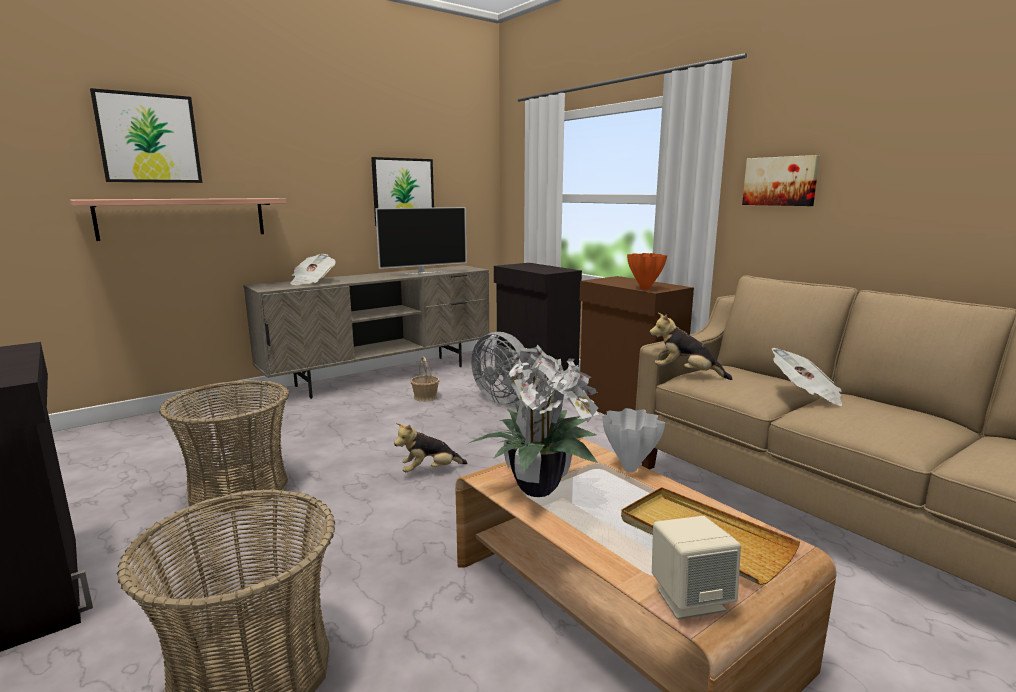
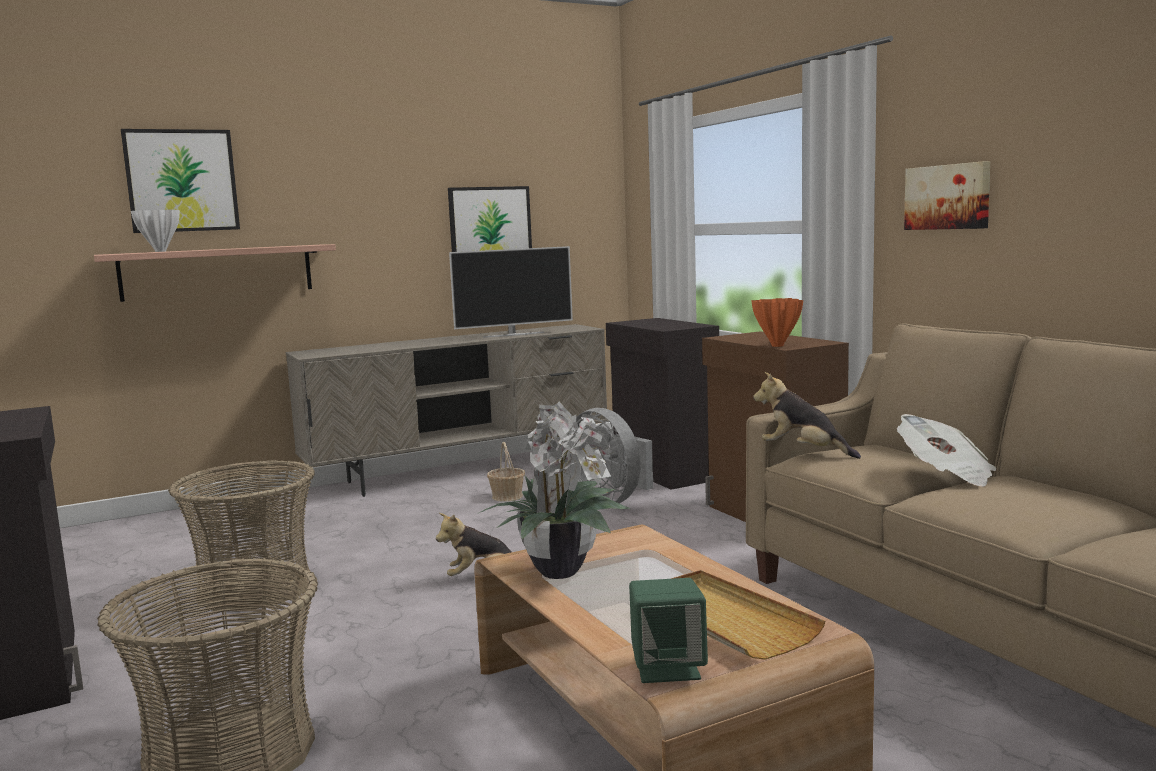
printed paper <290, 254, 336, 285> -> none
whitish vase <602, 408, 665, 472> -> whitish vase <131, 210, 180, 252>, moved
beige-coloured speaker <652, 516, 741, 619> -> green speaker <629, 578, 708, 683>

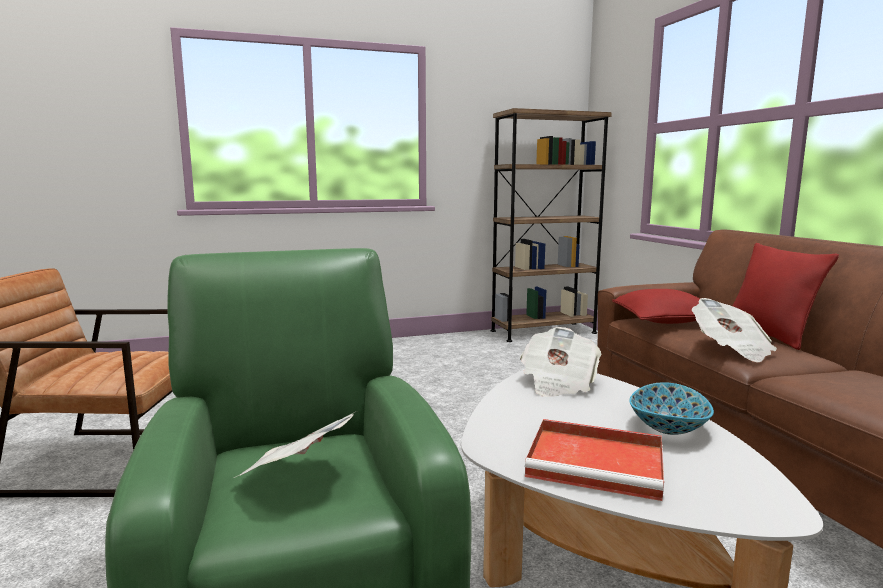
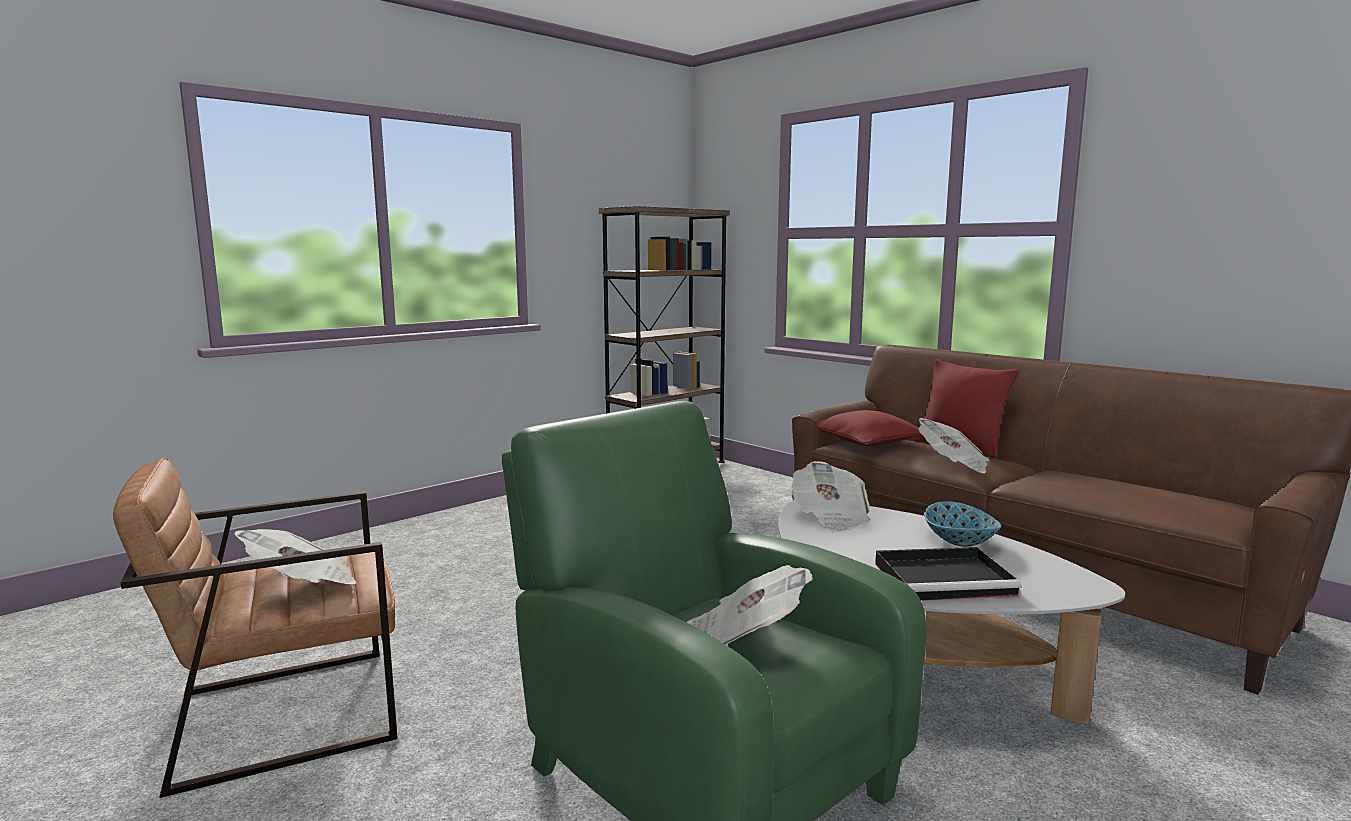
none -> printed paper <234, 529, 356, 584>
red serving tray <524, 419, 664, 501> -> black-coloured serving tray <875, 547, 1021, 601>

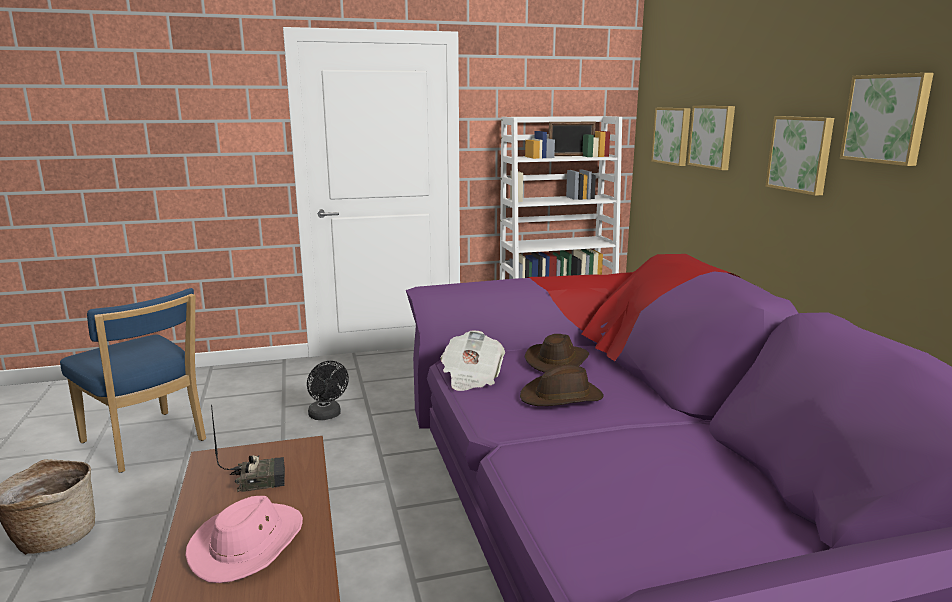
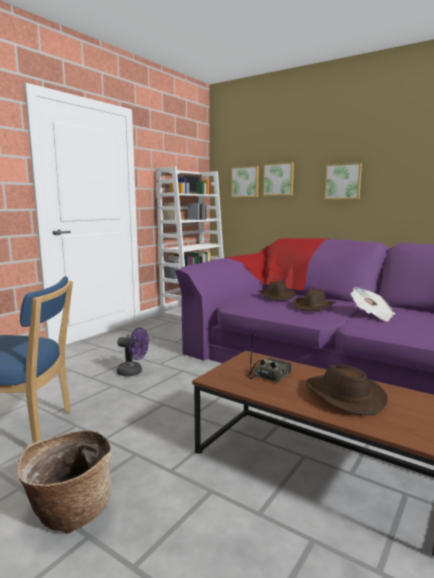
wall picture <840, 73, 934, 166> -> none
printed paper <441, 330, 505, 391> -> printed paper <351, 287, 395, 321>, moved
pink-coloured clothing hat <185, 496, 303, 583> -> brownish clothing hat <306, 364, 388, 416>
black-coloured cooling fan <307, 361, 349, 420> -> purplish cooling fan <117, 328, 149, 376>

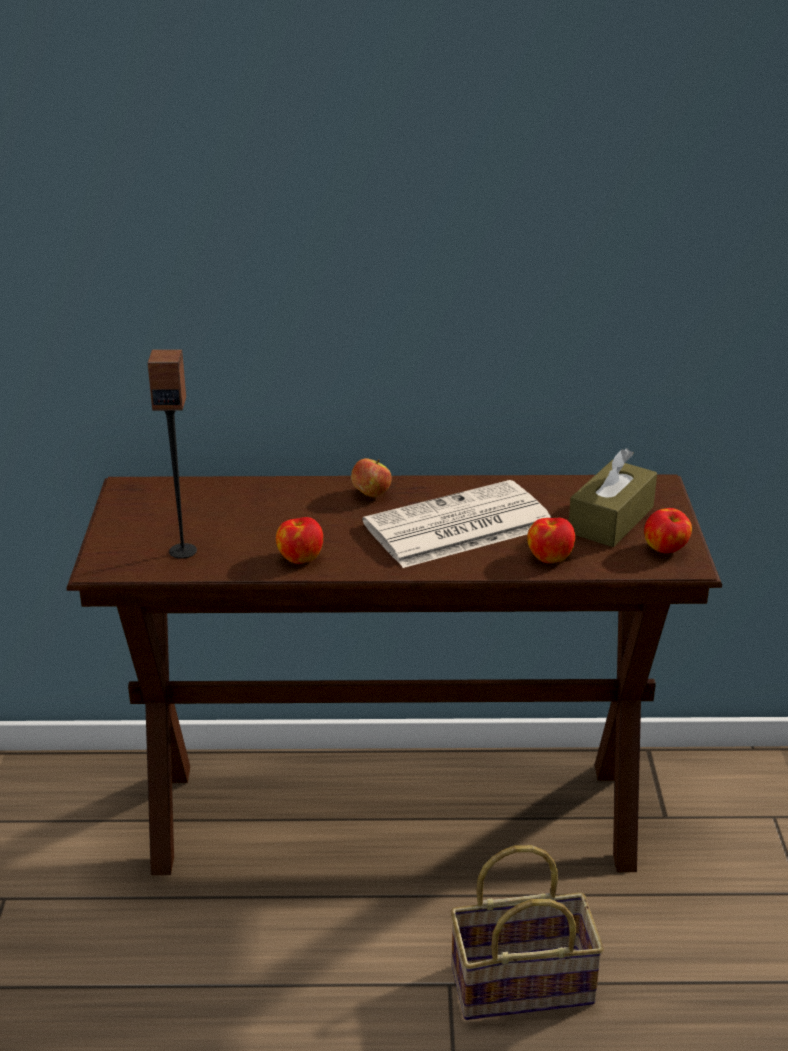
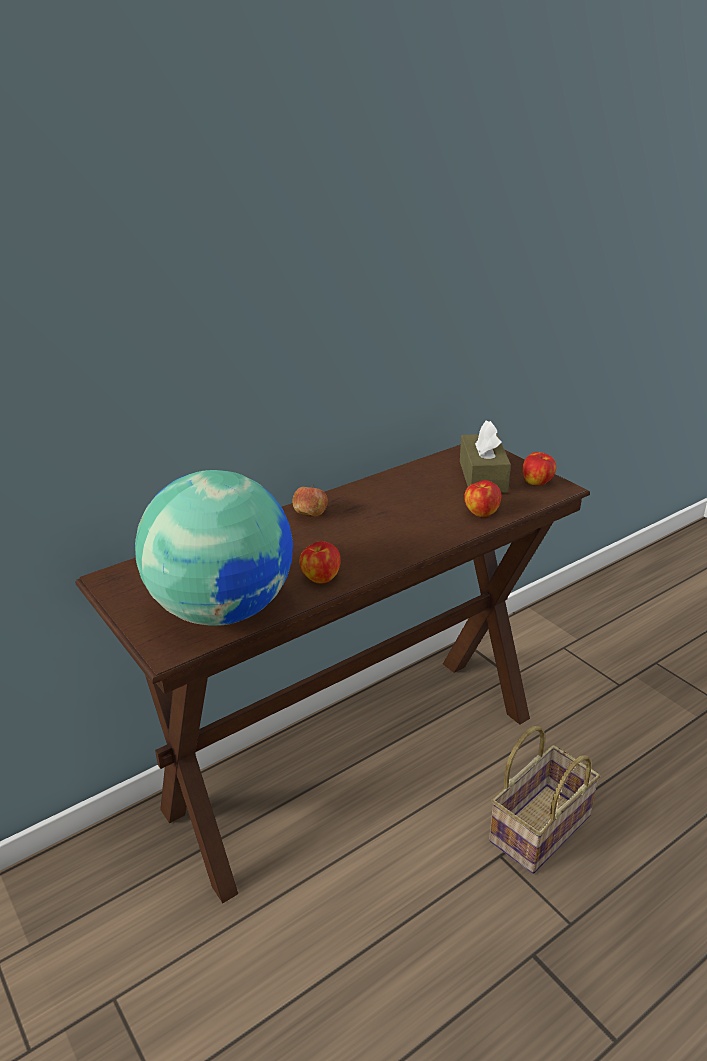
printed paper <363, 480, 551, 568> -> none
speaker <148, 349, 197, 559> -> globe <135, 470, 293, 626>

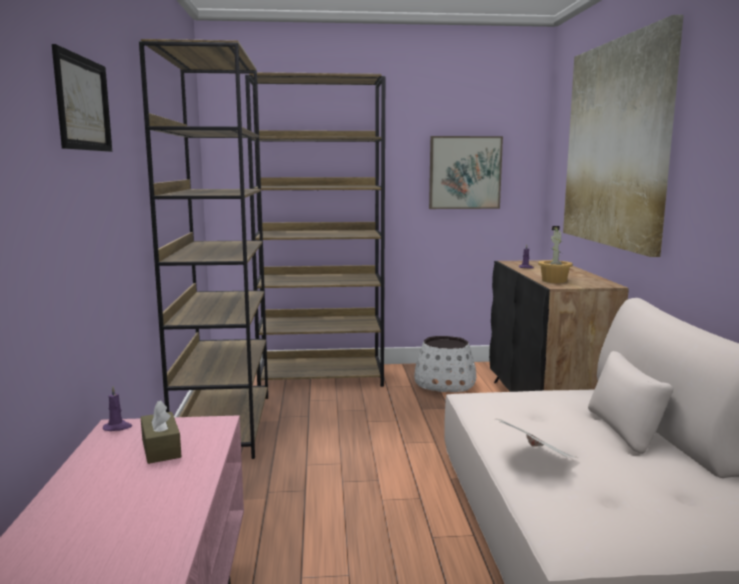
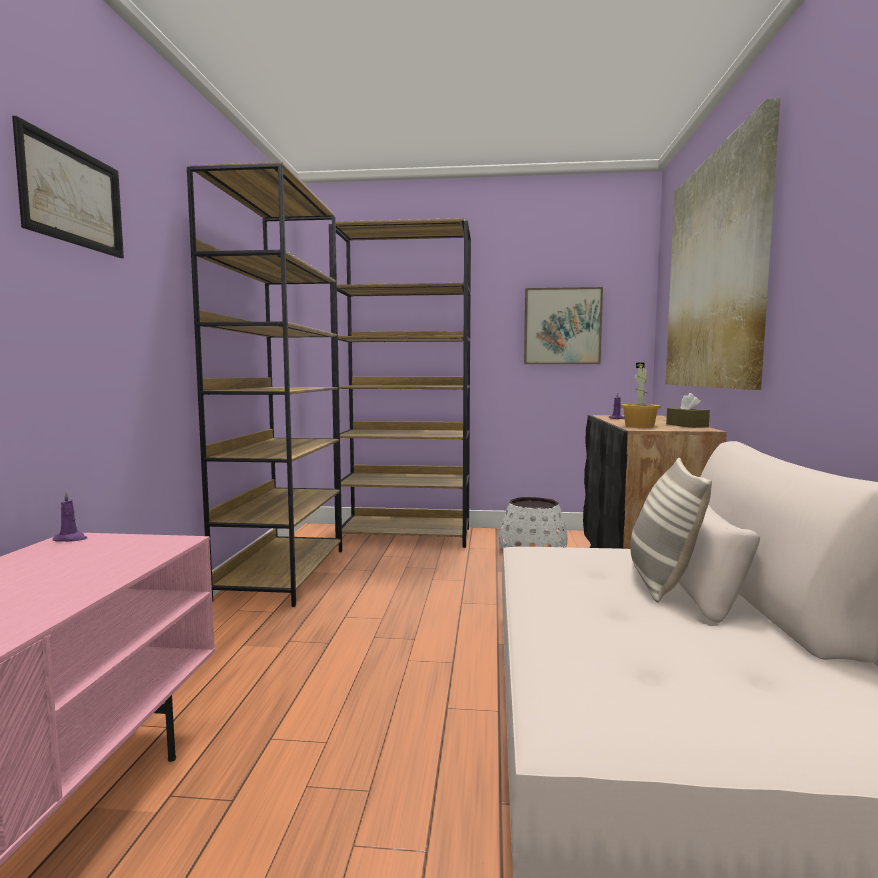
printed paper <495, 419, 579, 459> -> none
none -> pillow <630, 458, 712, 603>
brownish tissue holder <141, 400, 182, 464> -> brownish tissue holder <666, 393, 710, 428>, moved

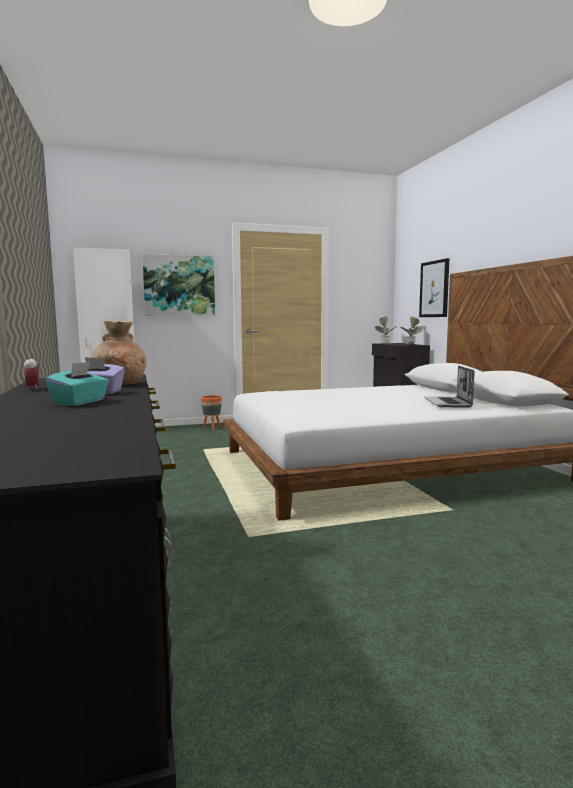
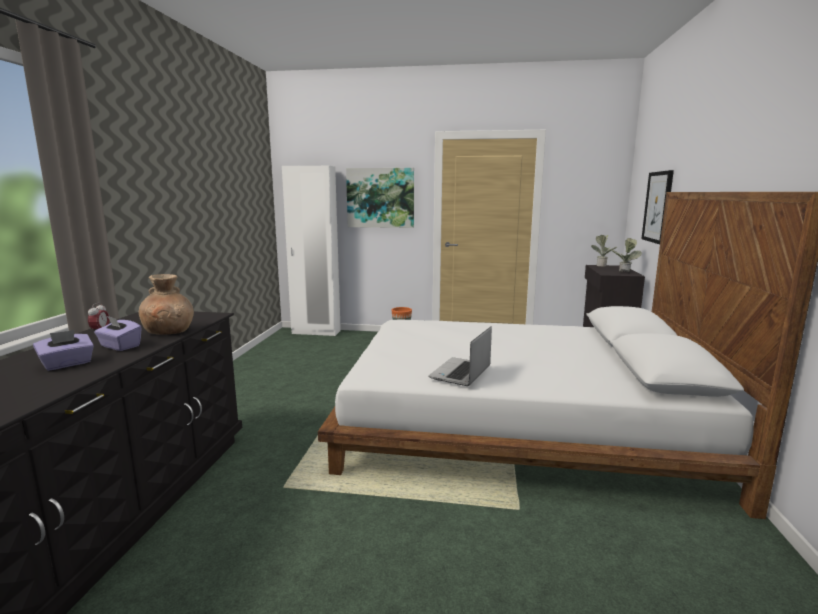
portable computer <424, 366, 475, 408> -> portable computer <429, 326, 492, 386>, moved
turquoise-coloured tissue holder <46, 362, 109, 406> -> purplish tissue holder <33, 330, 94, 371>

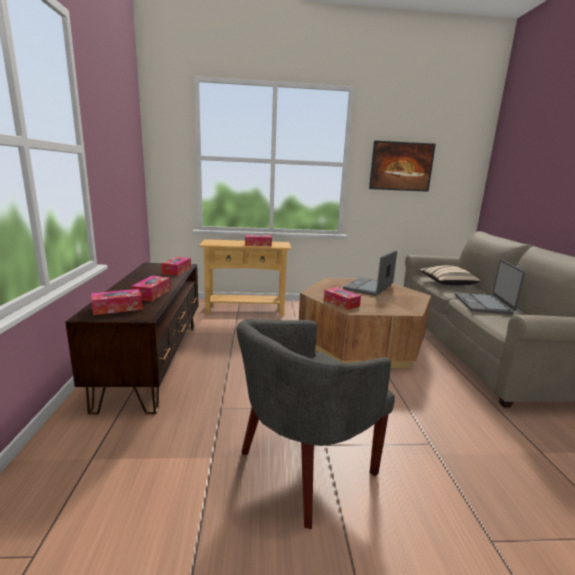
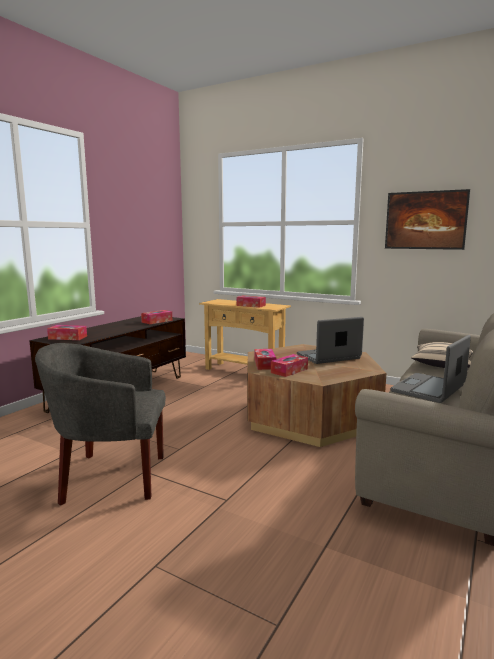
tissue holder <131, 276, 171, 301> -> tissue holder <271, 354, 308, 377>, moved

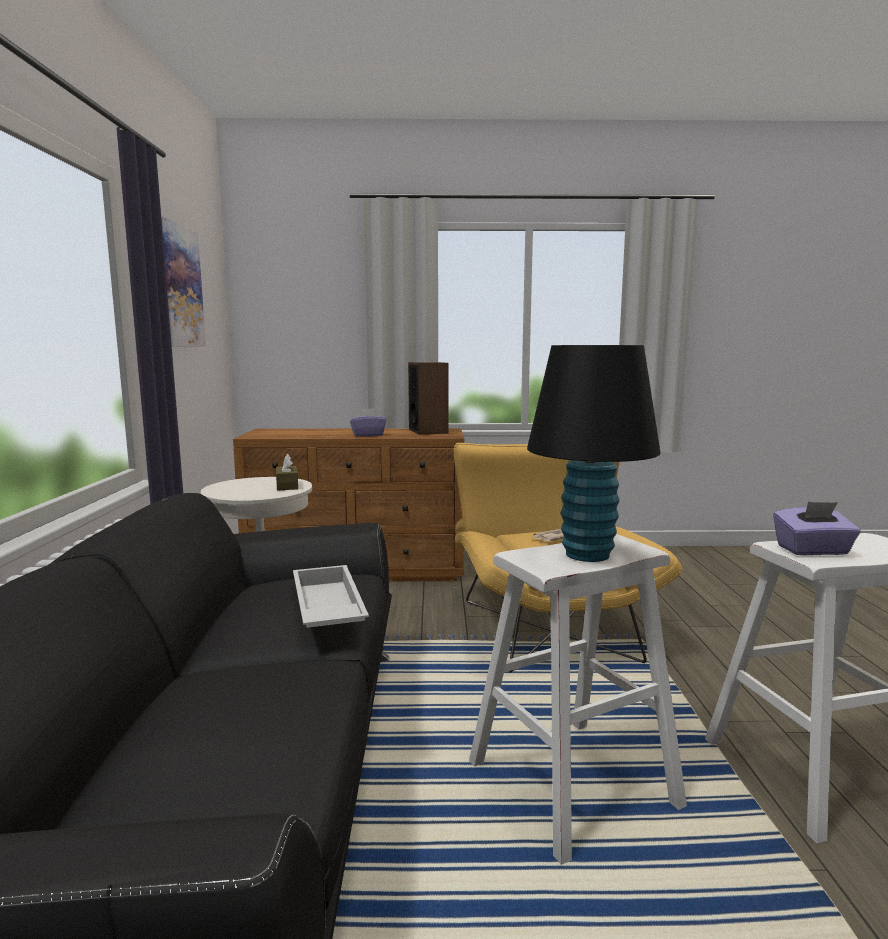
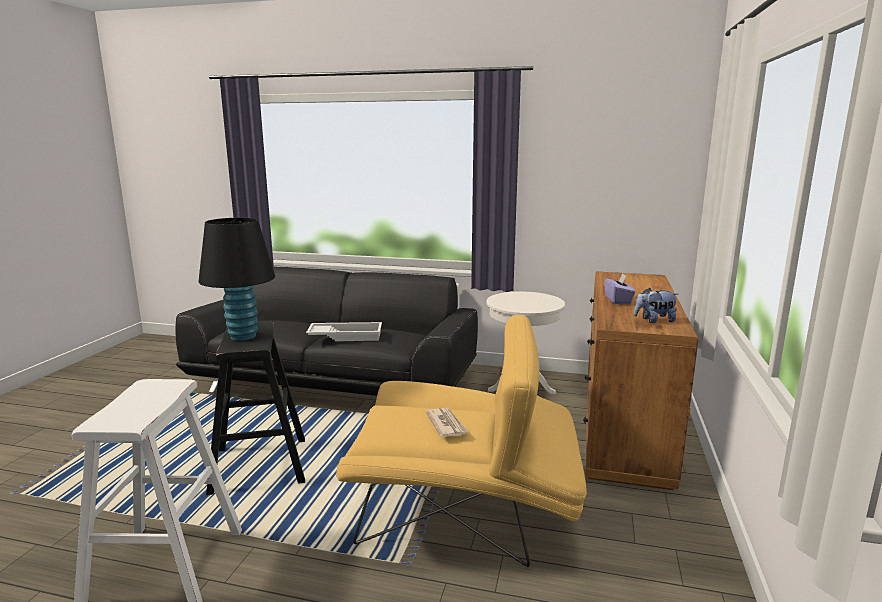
wall picture <161, 216, 206, 347> -> none
brownish tissue holder <276, 454, 298, 491> -> none
purplish tissue holder <773, 502, 861, 555> -> none
speaker <408, 362, 449, 435> -> cuddly toy <634, 288, 678, 323>
whitish stool <469, 534, 687, 865> -> black-coloured stool <206, 322, 305, 495>

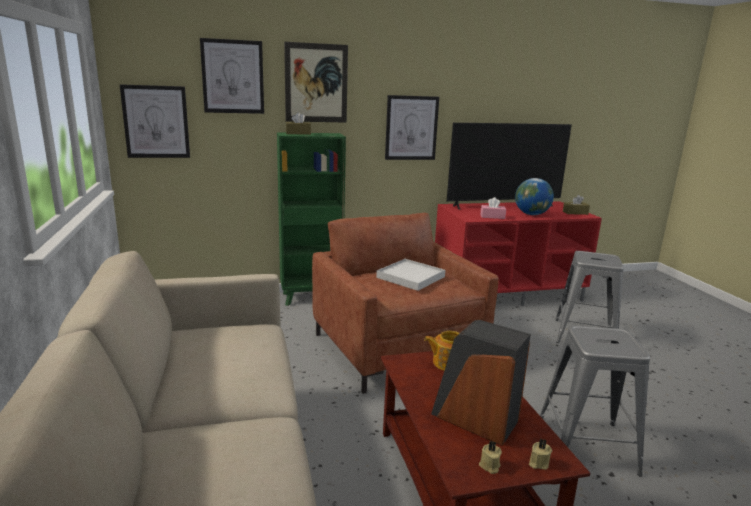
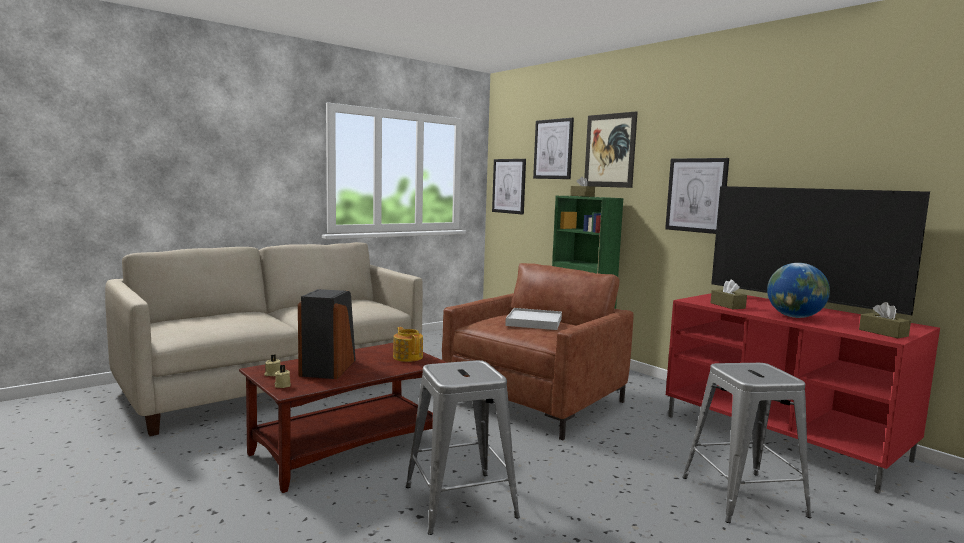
pink-coloured tissue holder <481, 197, 506, 219> -> brownish tissue holder <711, 280, 747, 309>

